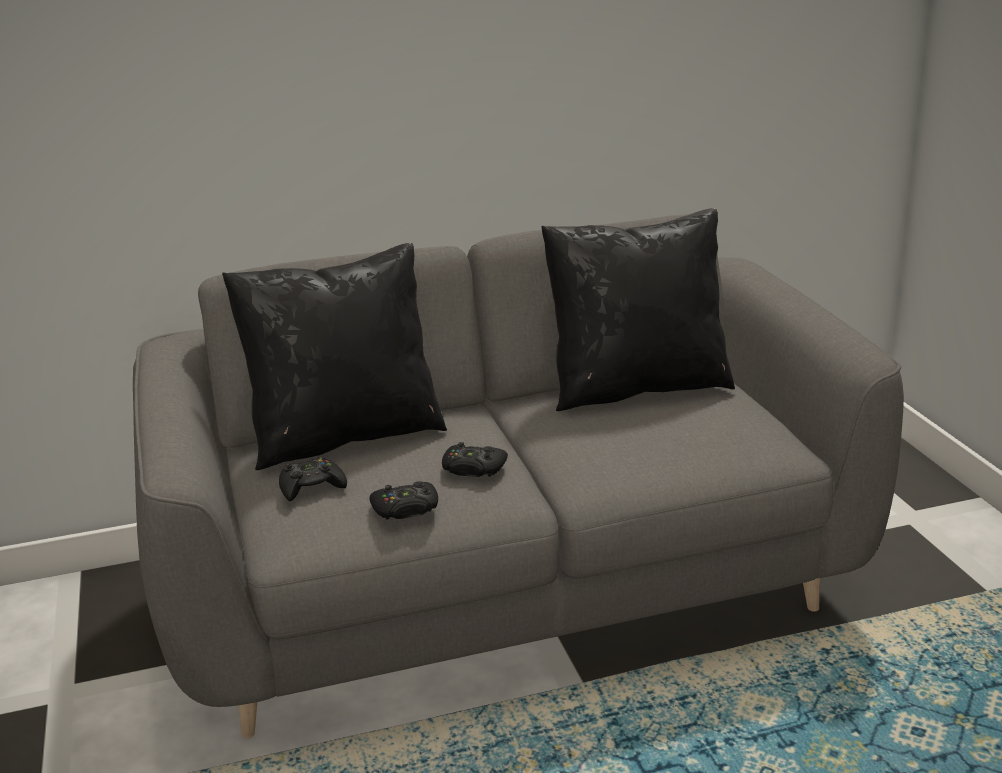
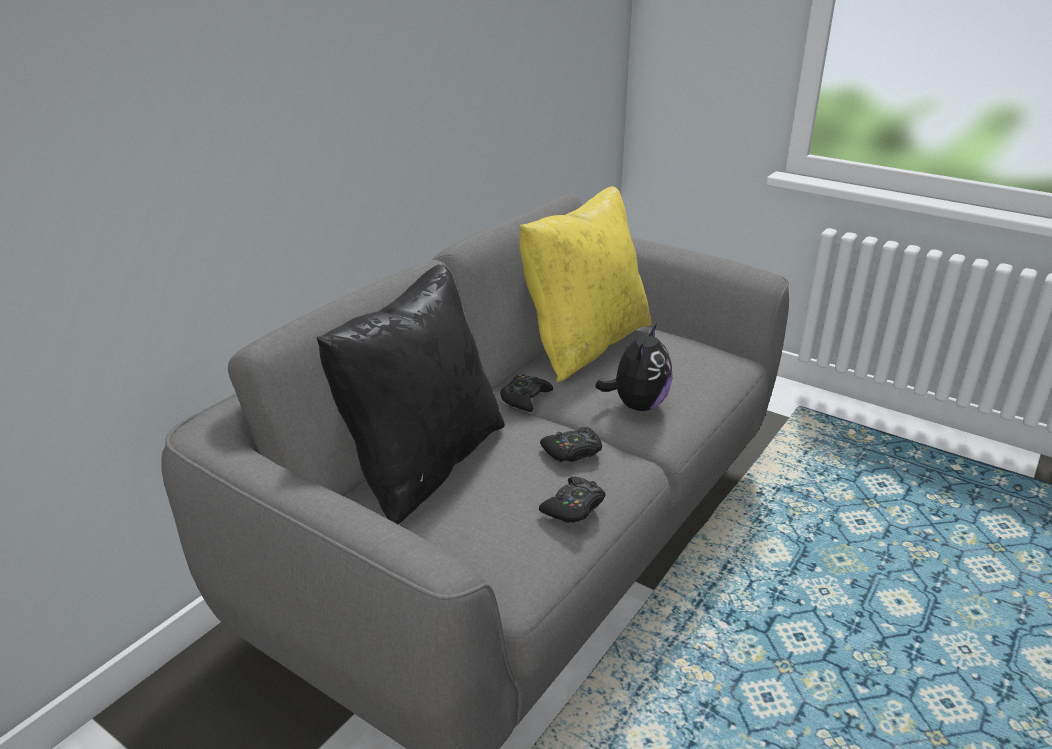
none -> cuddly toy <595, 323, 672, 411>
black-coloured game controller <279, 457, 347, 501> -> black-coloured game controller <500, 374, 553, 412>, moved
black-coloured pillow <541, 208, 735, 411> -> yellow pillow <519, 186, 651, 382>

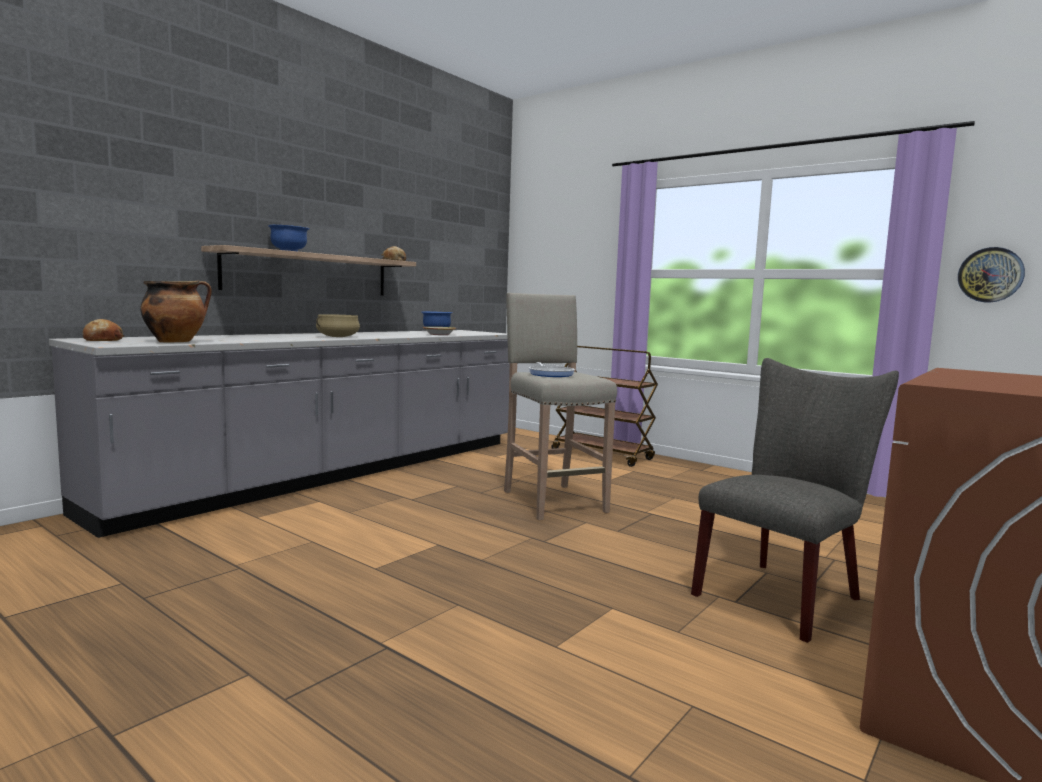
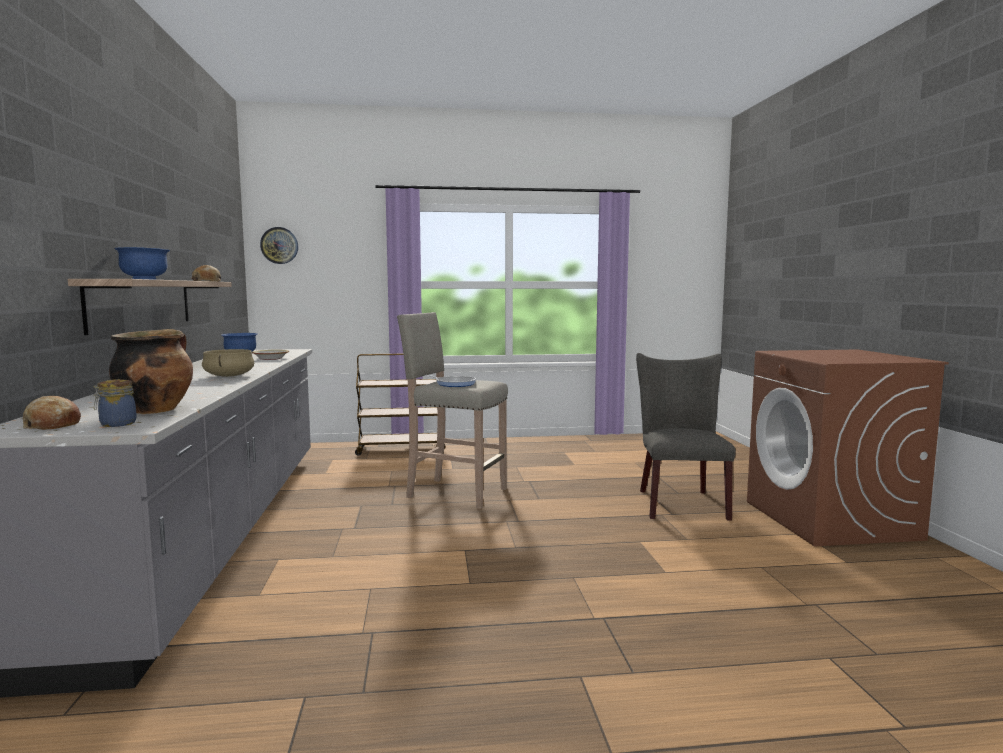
none -> preserve jar <93, 379, 137, 427>
clock on the wall <958, 247, 1025, 303> -> clock on the wall <260, 227, 298, 264>, moved

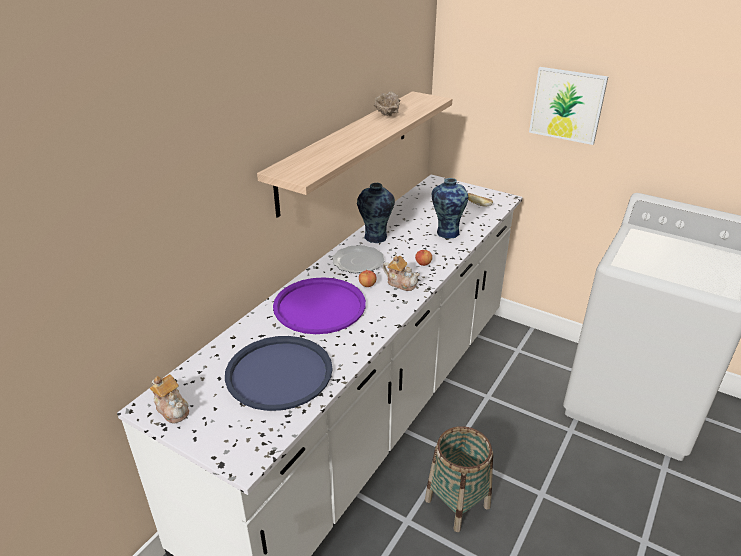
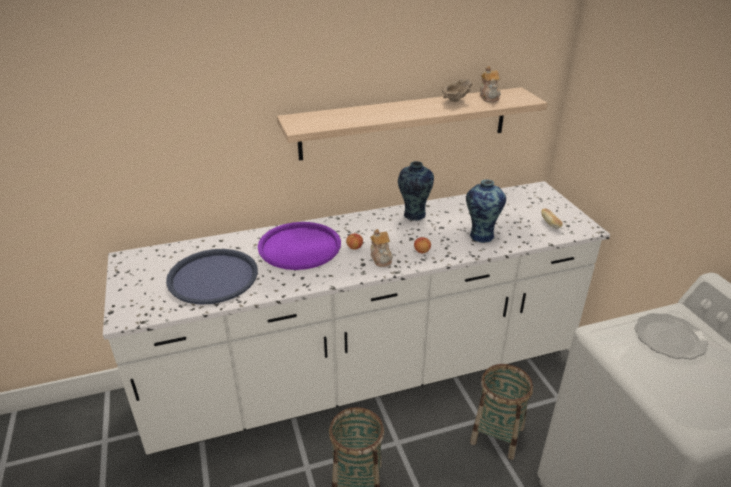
wall picture <529, 67, 608, 145> -> none
none -> storage basket <470, 364, 533, 460>
tea pot <150, 374, 189, 423> -> tea pot <480, 66, 501, 102>, moved
dinner plate <332, 245, 385, 273> -> dinner plate <634, 313, 708, 359>, moved

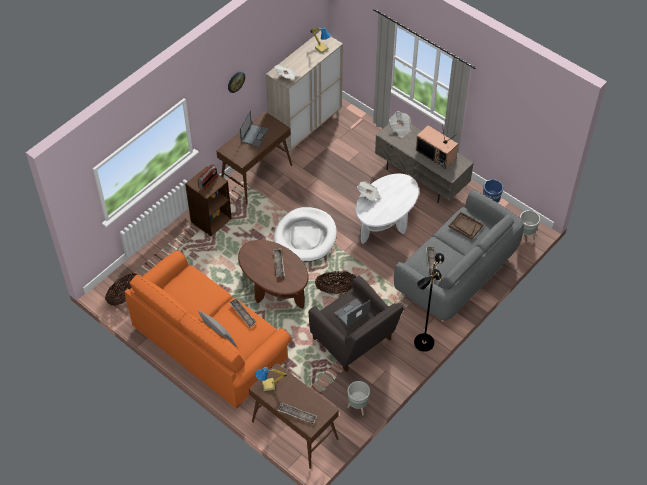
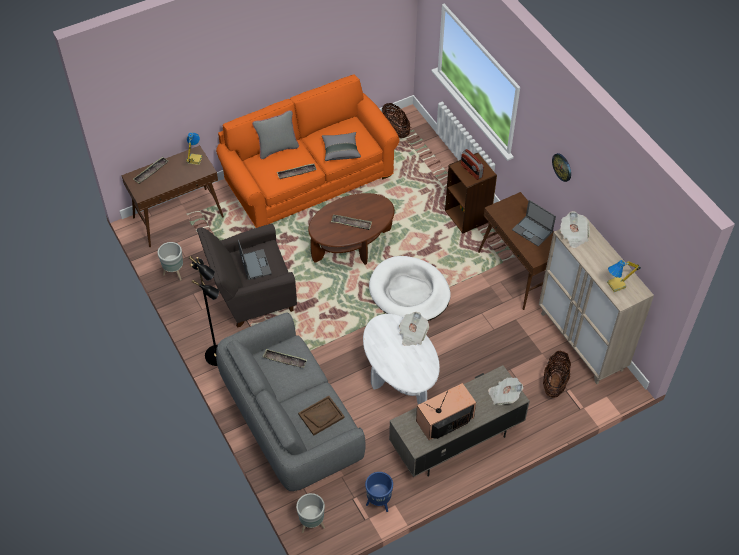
none -> grey pillow <322, 132, 361, 161>
storage basket <315, 271, 356, 294> -> storage basket <543, 351, 571, 398>, moved

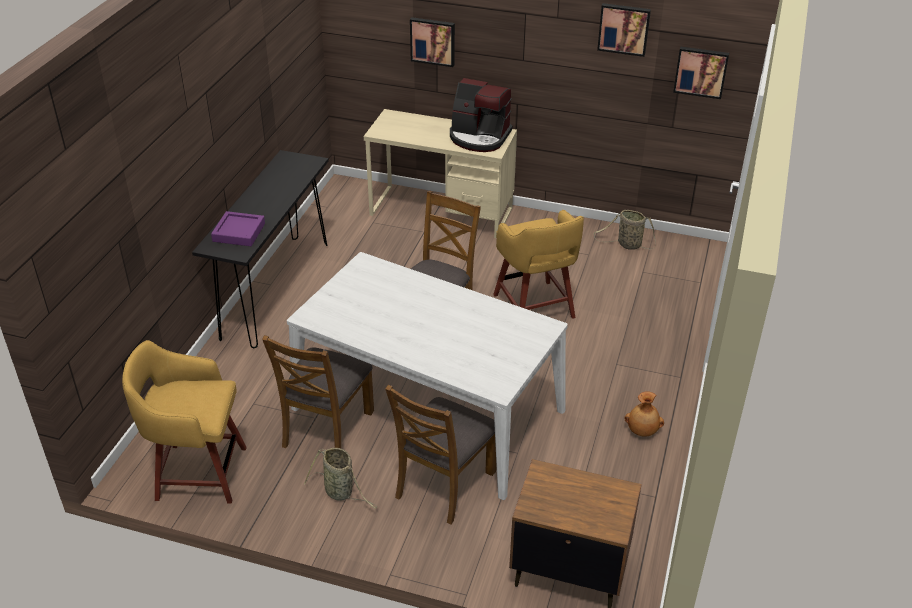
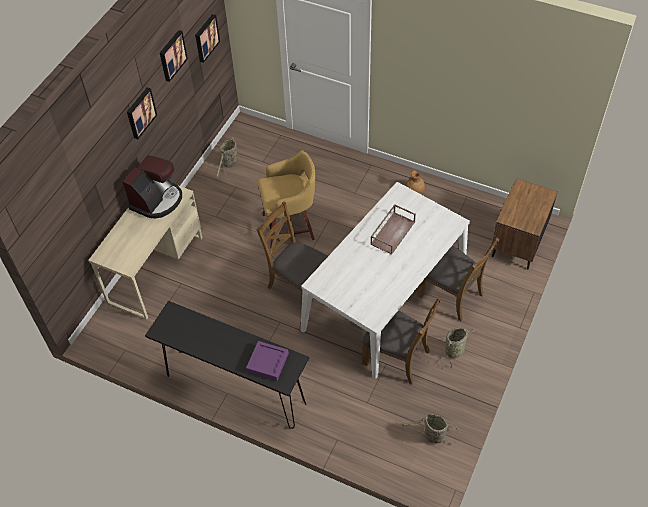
none -> brownish serving tray <370, 204, 416, 255>
wall picture <410, 17, 455, 67> -> wall picture <127, 87, 157, 139>, moved
yellow stool <122, 340, 247, 504> -> storage basket <402, 414, 458, 444>

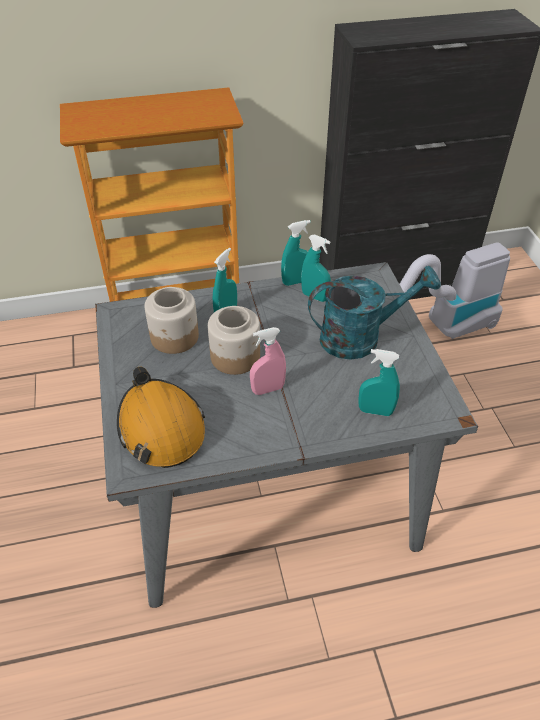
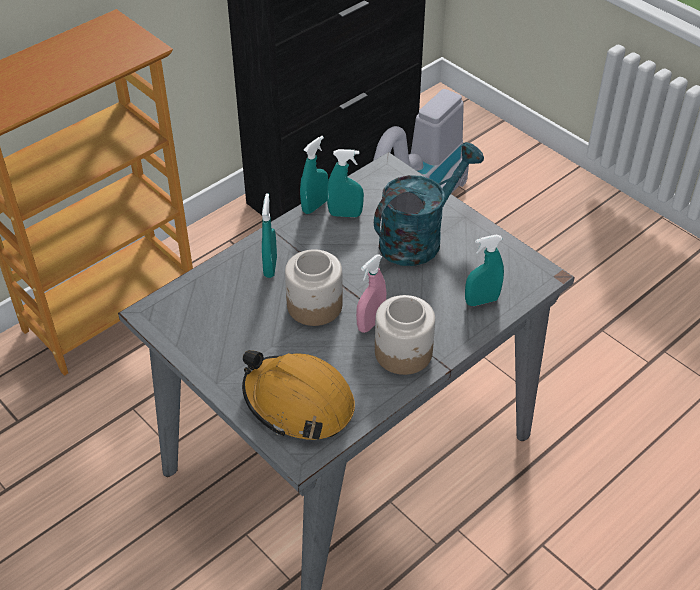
preserve jar <145, 287, 199, 354> -> preserve jar <375, 295, 435, 375>, moved

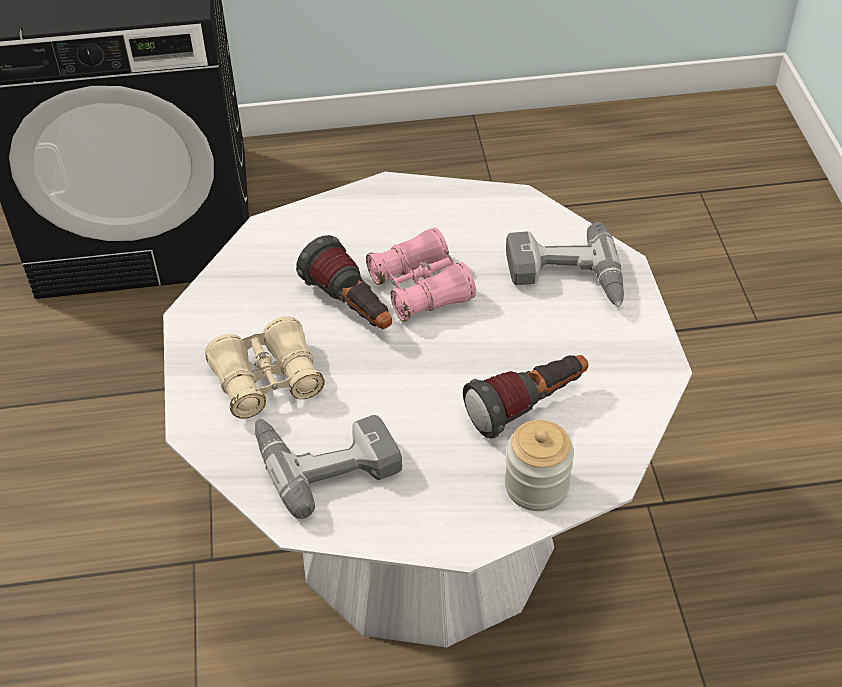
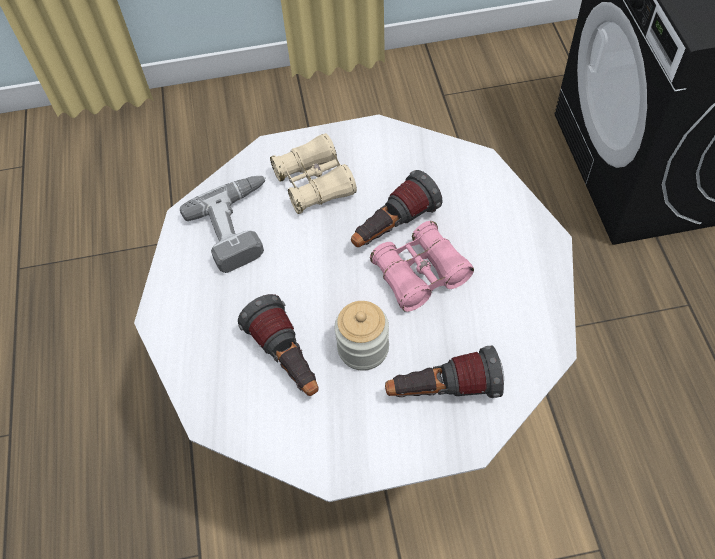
preserve jar <505, 420, 574, 511> -> preserve jar <335, 301, 389, 371>, moved
drill <506, 222, 624, 306> -> hand torch <385, 346, 504, 398>

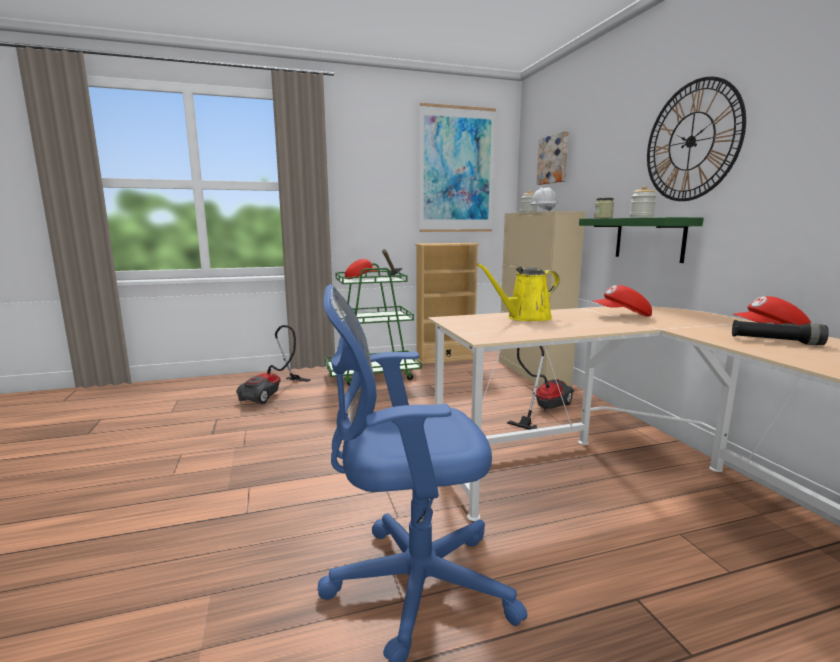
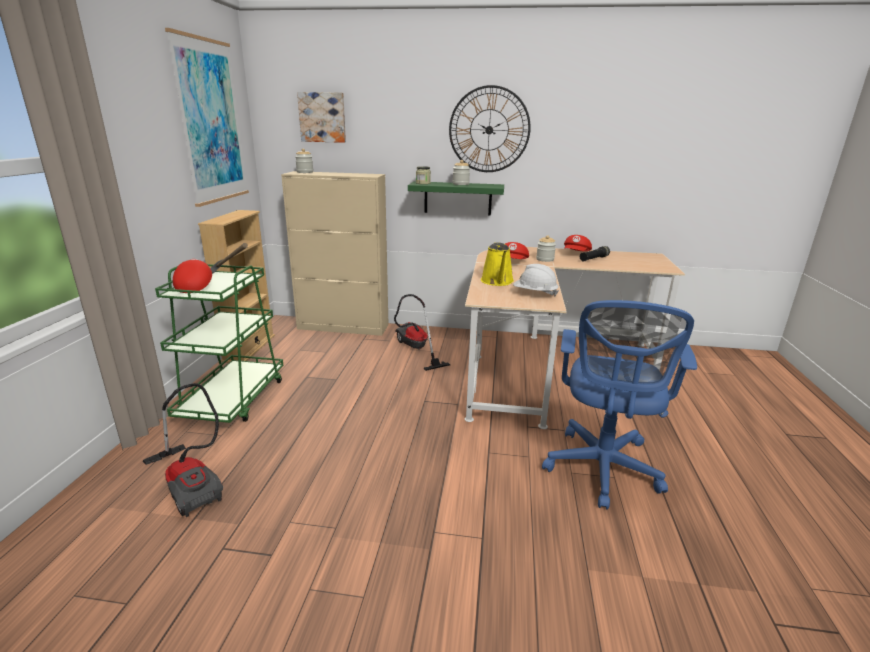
none -> preserve jar <536, 235, 556, 262>
whitish safety helmet <530, 187, 558, 211> -> whitish safety helmet <513, 264, 559, 296>, moved

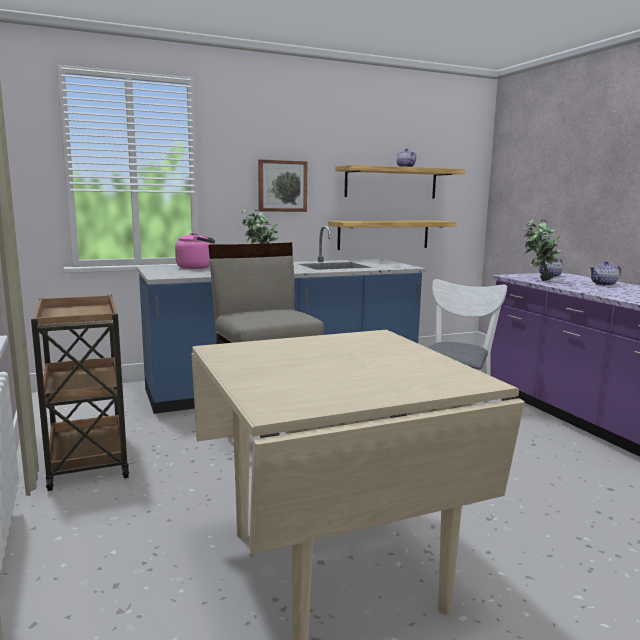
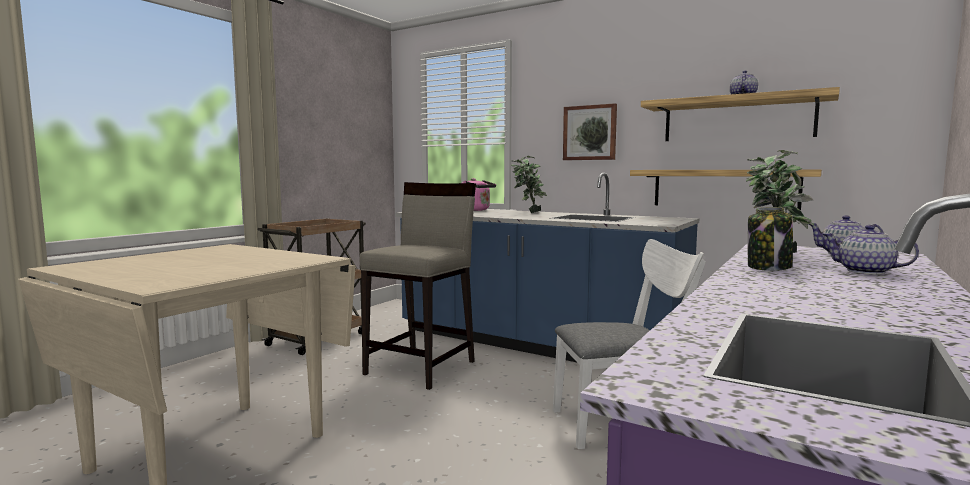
none -> preserve jar <748, 207, 793, 271>

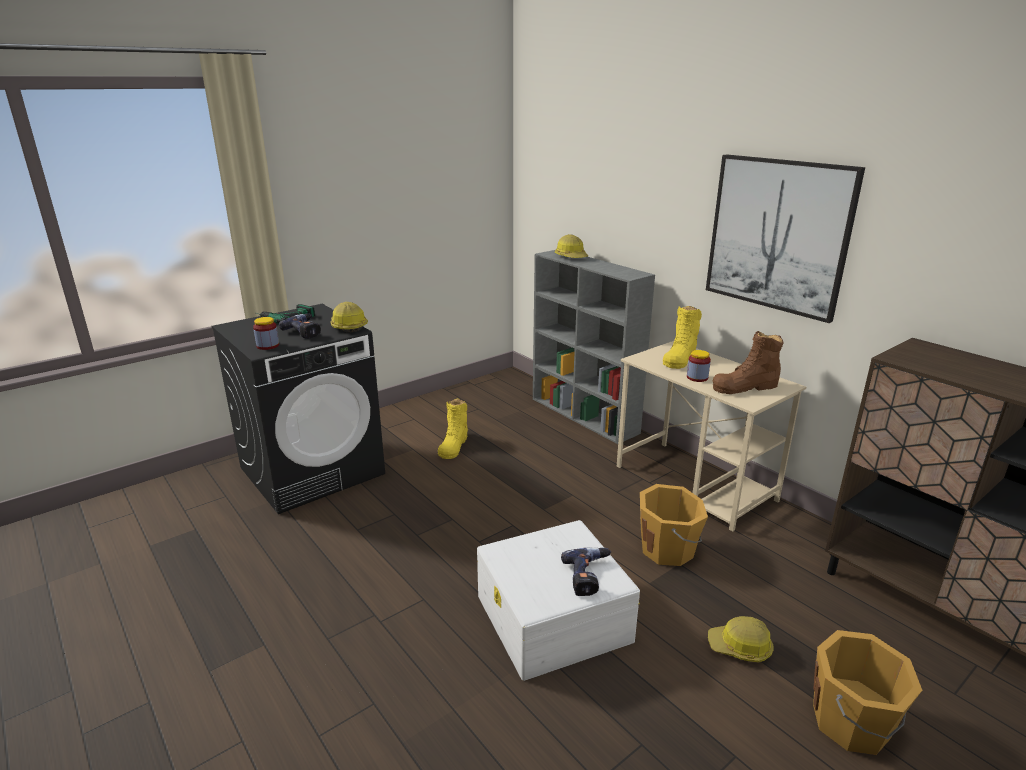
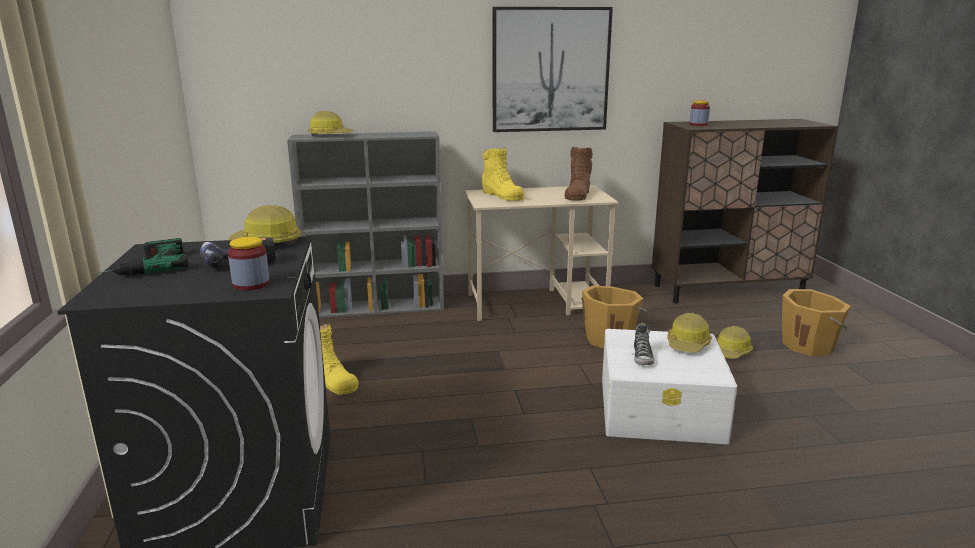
none -> item of footwear <634, 323, 654, 365>
preserve jar <687, 350, 711, 382> -> preserve jar <690, 101, 710, 126>, moved
drill <561, 547, 611, 596> -> safety helmet <667, 313, 712, 352>

